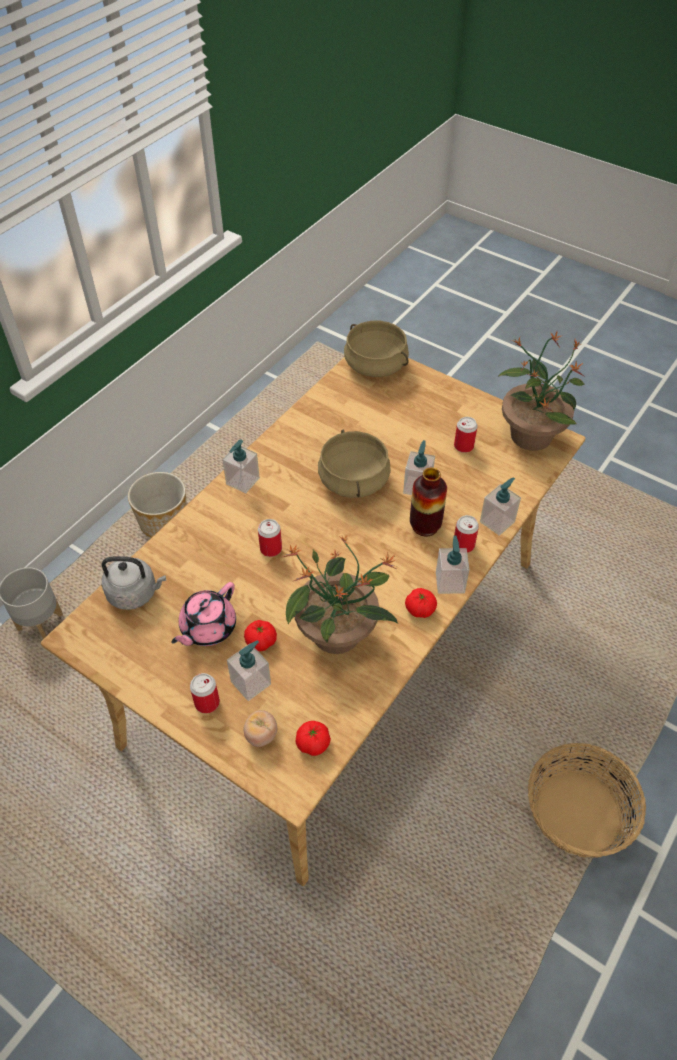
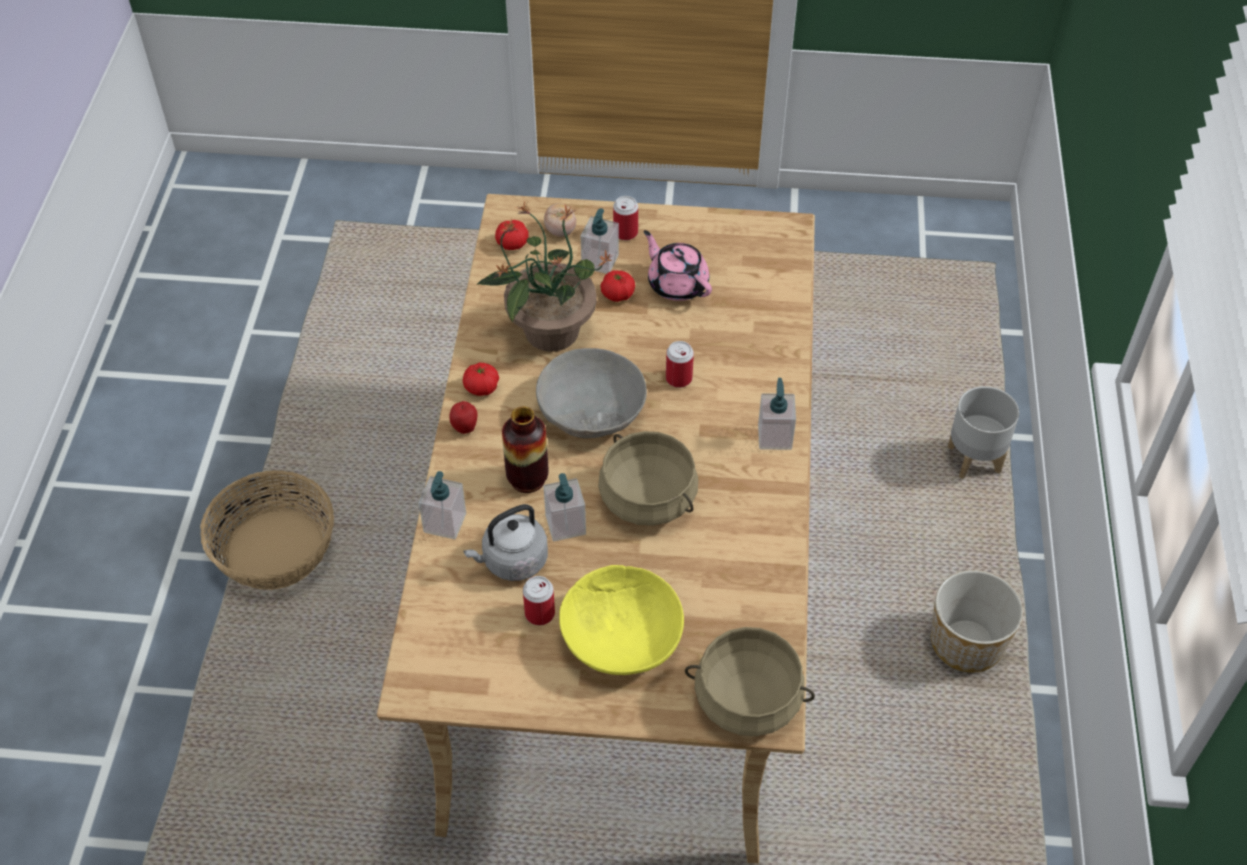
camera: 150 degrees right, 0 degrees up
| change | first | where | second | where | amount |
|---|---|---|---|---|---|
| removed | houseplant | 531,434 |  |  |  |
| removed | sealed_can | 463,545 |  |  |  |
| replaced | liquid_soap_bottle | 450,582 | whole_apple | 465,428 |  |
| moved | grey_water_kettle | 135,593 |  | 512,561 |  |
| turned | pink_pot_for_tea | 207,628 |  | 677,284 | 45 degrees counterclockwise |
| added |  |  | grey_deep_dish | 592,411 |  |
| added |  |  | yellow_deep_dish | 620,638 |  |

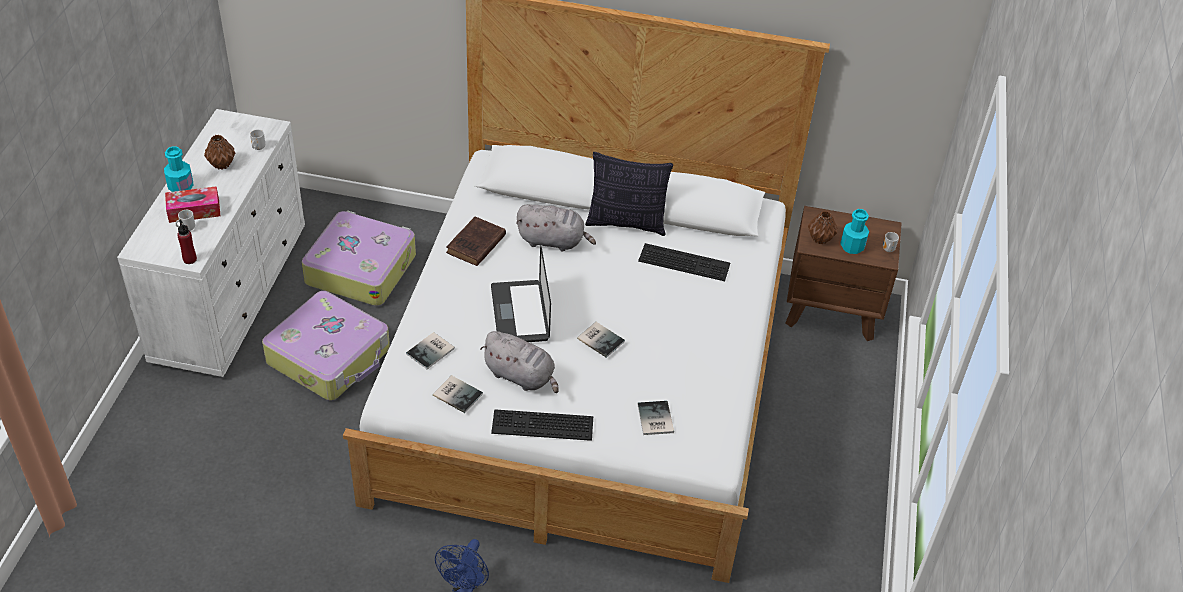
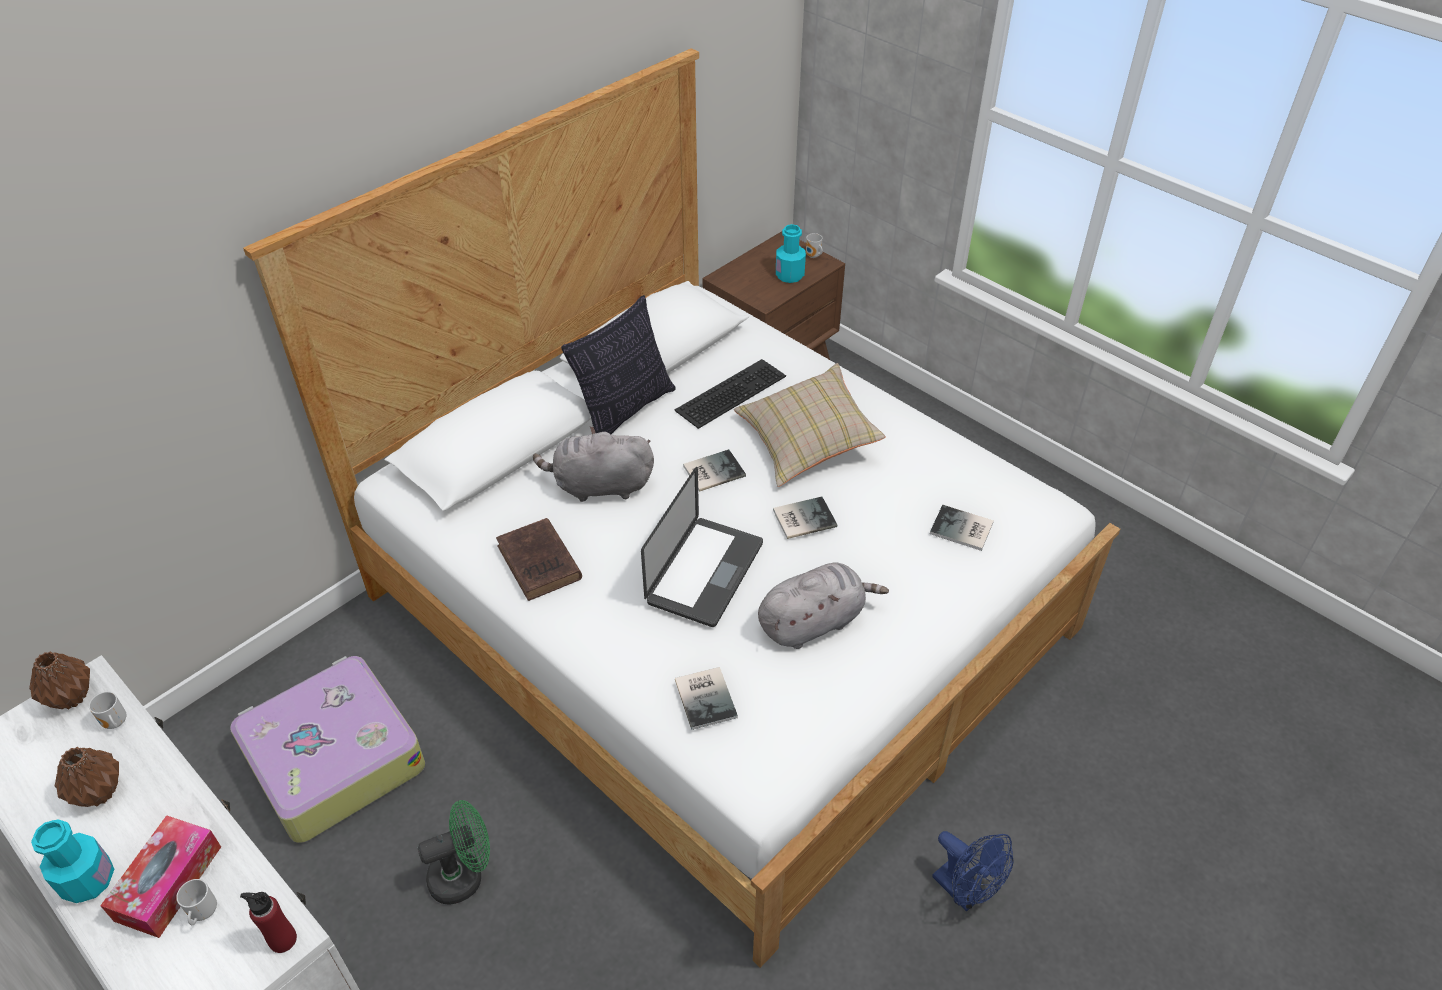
camera: 55 degrees left, 0 degrees up
| change | first | where | second | where | amount |
|---|---|---|---|---|---|
| turned | grey_soft_toy | 553,241 |  | 599,486 | 135 degrees counterclockwise |
| moved | brownish_flower_vase | 819,239 |  | 70,698 |  |
| turned | notebook_computer | 520,313 |  | 705,573 | 90 degrees counterclockwise |
| replaced | piece_of_luggage | 330,356 | greenish_cooling_fan | 464,875 |  |
| moved | book | 457,393 |  | 712,471 |  |
| removed | keyboard | 541,426 |  |  |  |
| added |  |  | sand-coloured_throw_pillow | 807,441 |  |

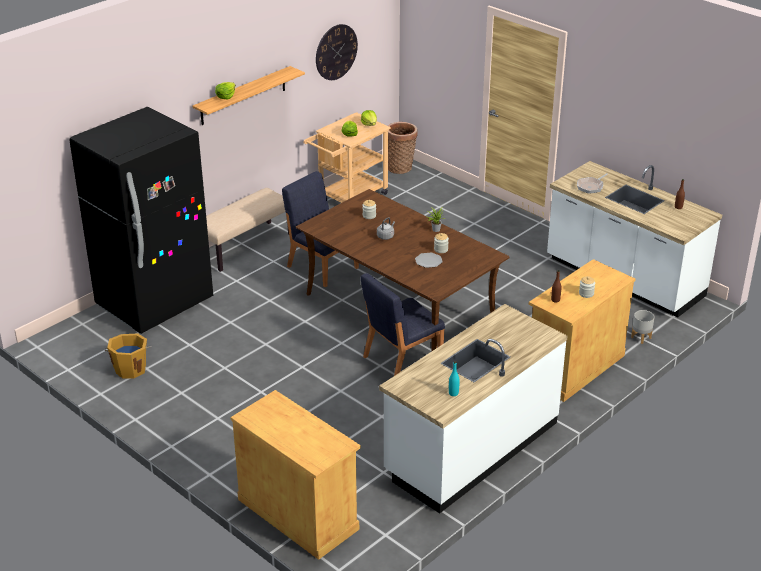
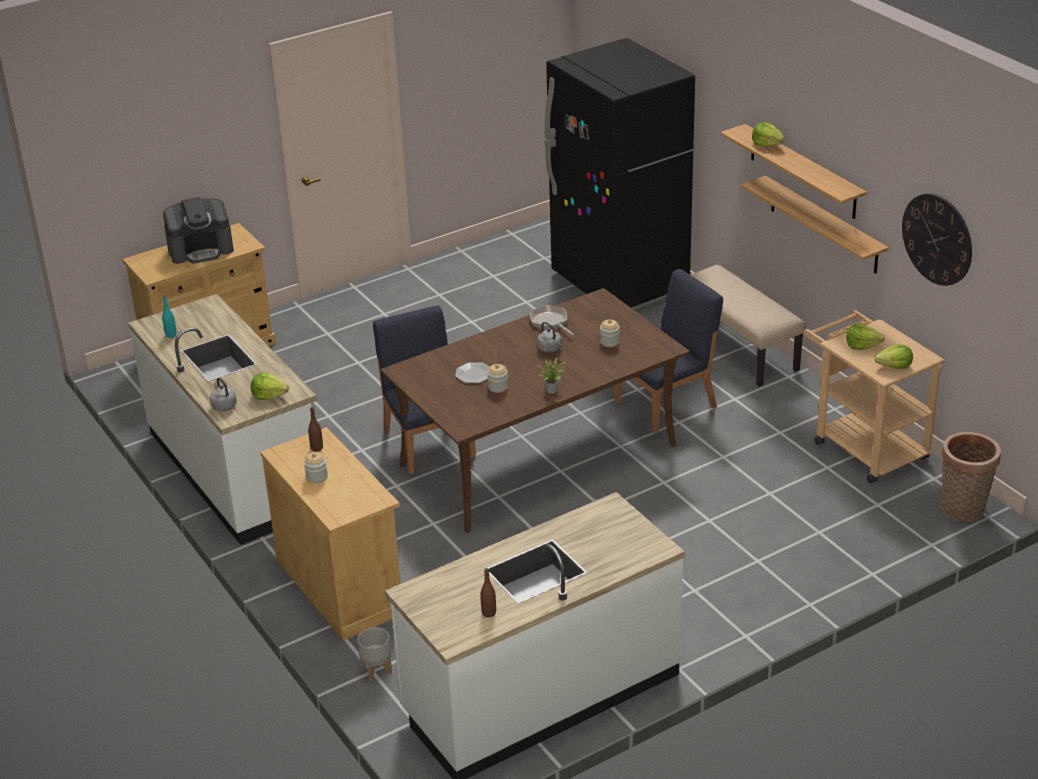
camera: 105 degrees right, 0 degrees up
| change | first | where | second | where | amount |
|---|---|---|---|---|---|
| moved | pan | 591,186 |  | 550,322 |  |
| removed | orangey_pail | 130,369 |  |  |  |
| added |  |  | shelf | 823,225 |  |
| added |  |  | coffee_machine | 201,250 |  |
| added |  |  | lettuce | 269,395 |  |
| added |  |  | grey_water_kettle | 223,405 |  |

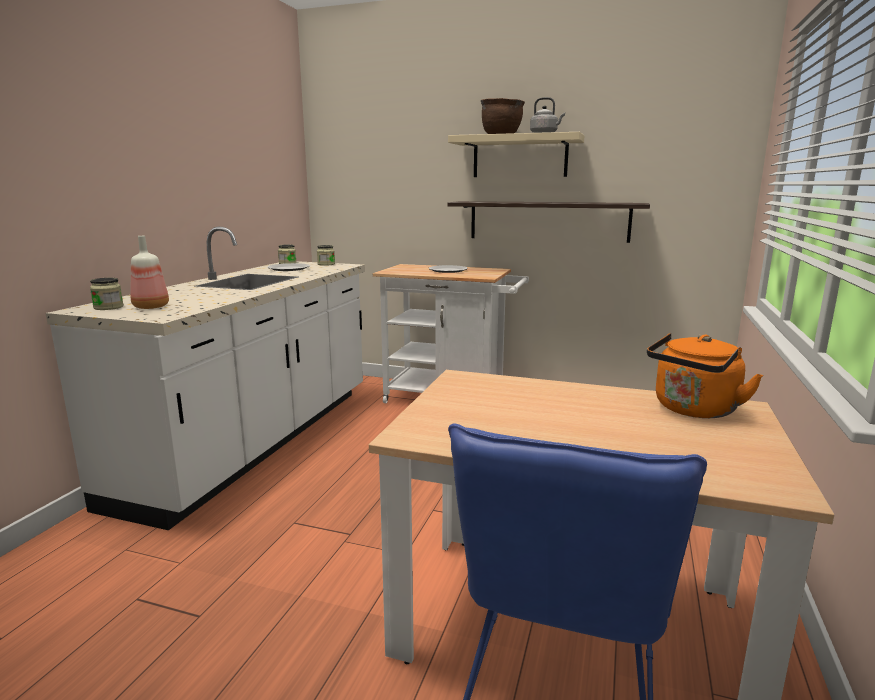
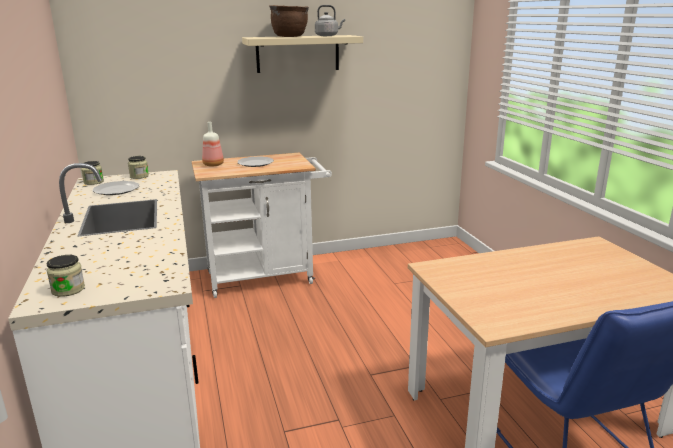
camera: 35 degrees left, 5 degrees up
| change | first | where | second | where | amount |
|---|---|---|---|---|---|
| removed | shelf | 548,221 |  |  |  |
| moved | drink_bottle | 151,307 |  | 214,165 |  |
| removed | orangey_water_kettle | 693,410 |  |  |  |

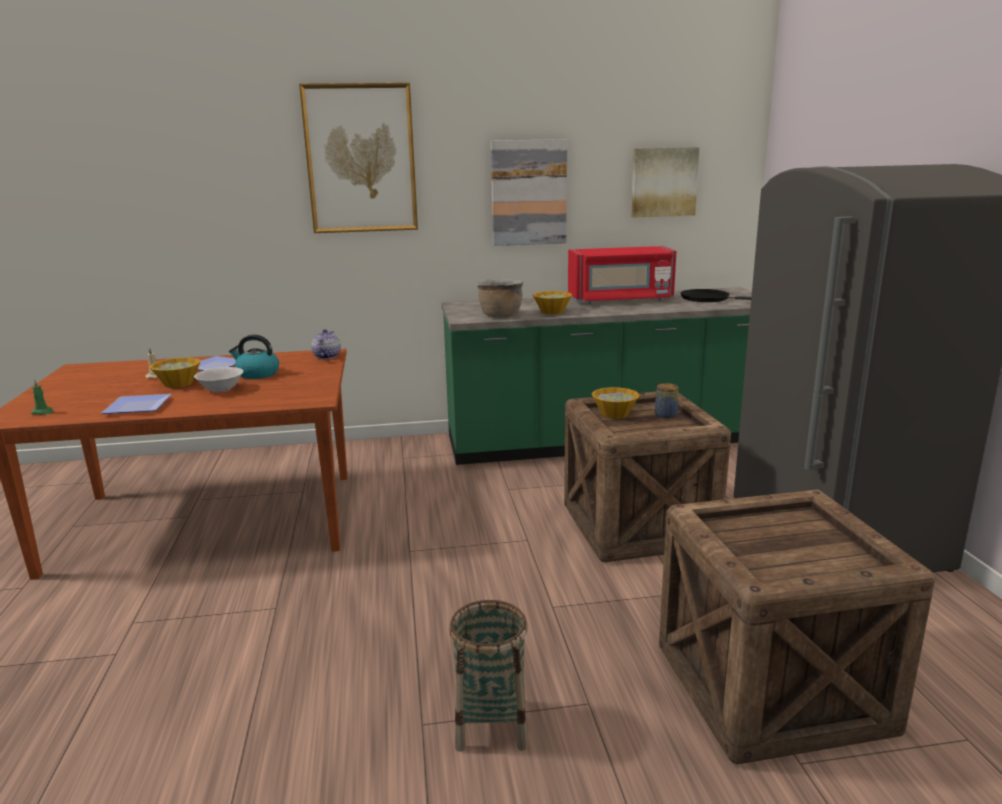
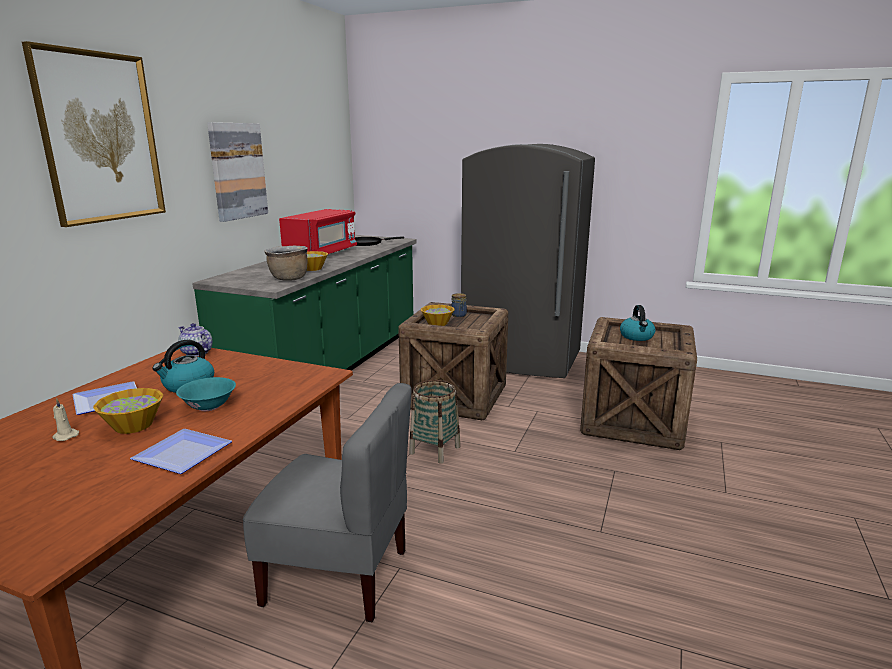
camera: 60 degrees left, 0 degrees up
| change | first | where | second | where | amount |
|---|---|---|---|---|---|
| removed | picture | 663,182 |  |  |  |
| recoloured | whitish_deep_dish | 221,390 | turquoise_deep_dish | 209,406 |  |
| removed | greenish_candle | 43,412 |  |  |  |
| moved | household_basket | 491,725 |  | 435,450 |  |
| added |  |  | water_kettle | 637,337 |  |
| added |  |  | grey_upright_chair | 338,575 |  |

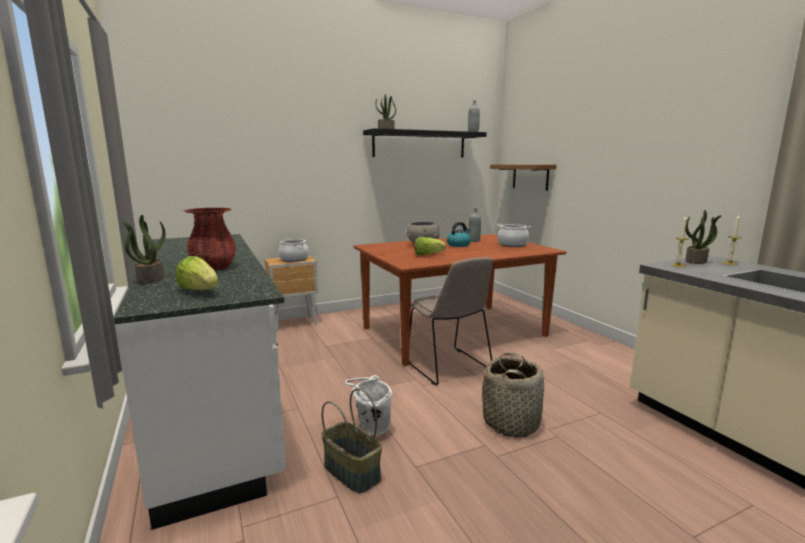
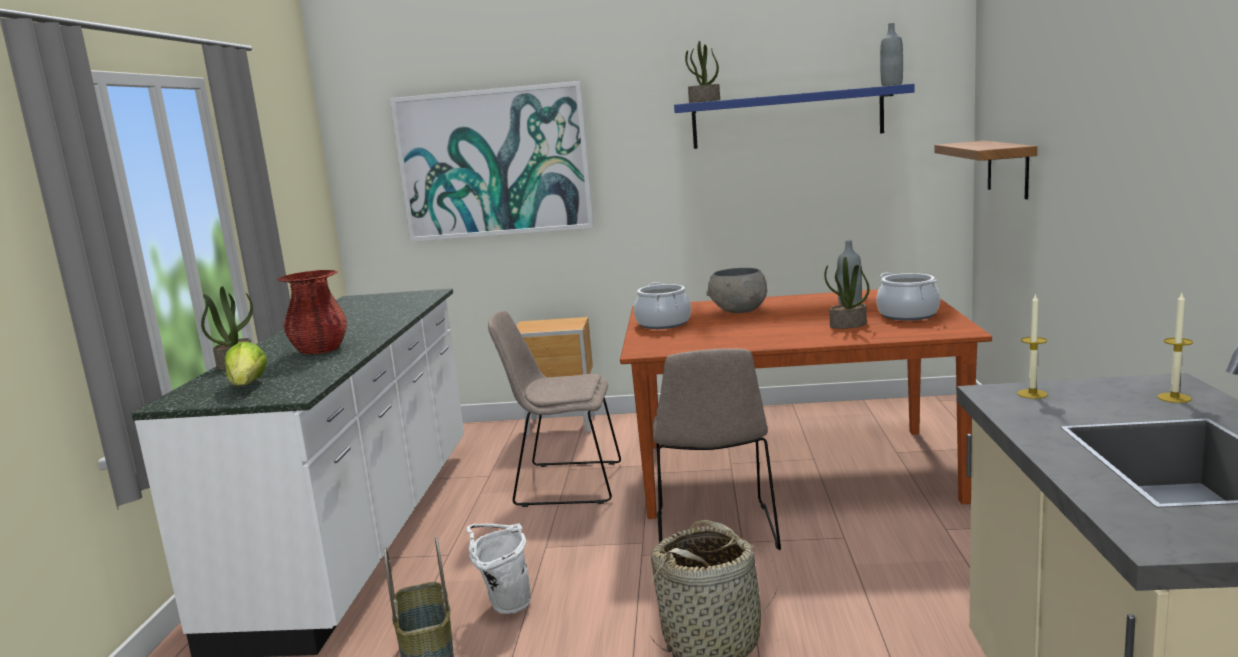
camera: 30 degrees right, 0 degrees up
| change | first | where | second | where | amount |
|---|---|---|---|---|---|
| recoloured | black-coloured_shelf | 419,144 | bluish_shelf | 787,118 |  |
| moved | houseplant | 696,261 |  | 848,325 |  |
| removed | water_kettle | 458,245 |  |  |  |
| removed | lettuce | 427,255 |  |  |  |
| moved | saucepot | 294,259 |  | 663,323 |  |
| added |  |  | picture | 494,163 |  |
| added |  |  | sand-coloured_upright_chair | 564,484 |  |

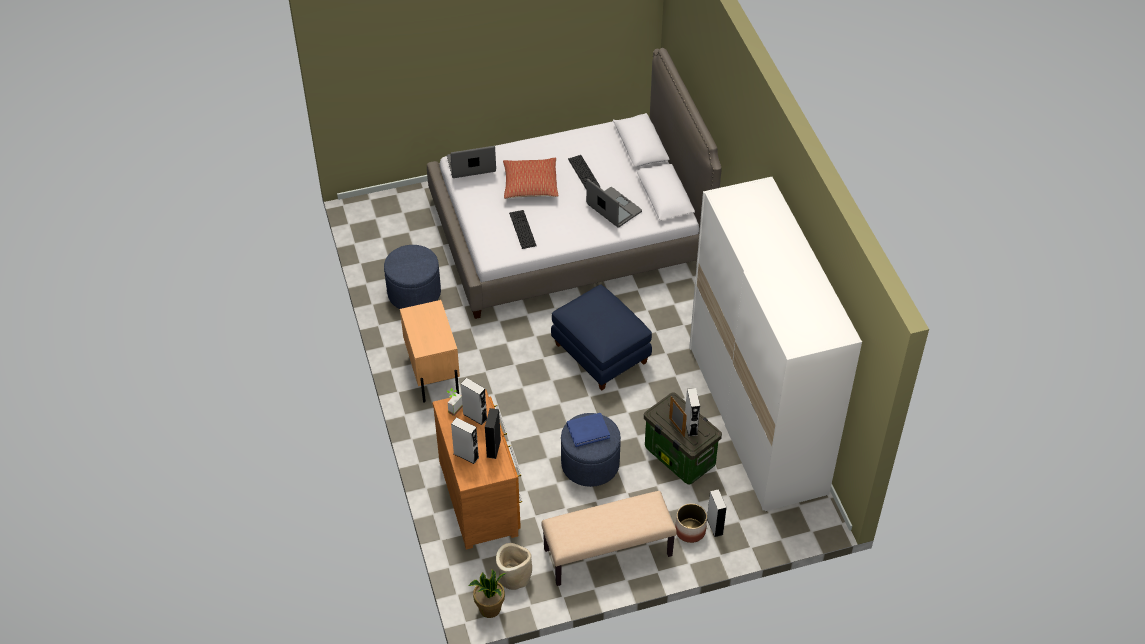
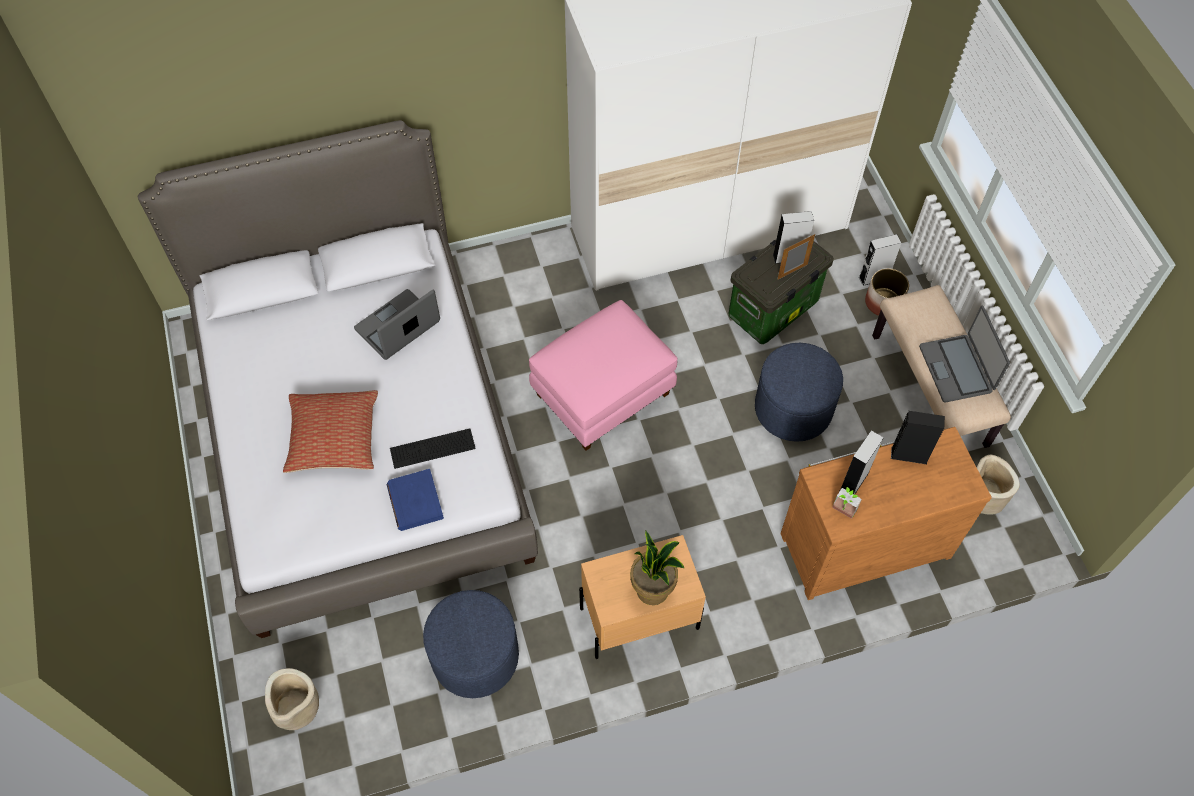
camera: 90 degrees left, 10 degrees up
| change | first | where | second | where | amount |
|---|---|---|---|---|---|
| moved | notebook_computer | 471,165 |  | 956,369 |  |
| removed | keyboard | 584,173 |  |  |  |
| recoloured | bluish_footrest | 600,353 | pink_footrest | 603,395 |  |
| moved | bluish_book | 588,431 |  | 415,501 |  |
| removed | grey_speaker | 466,455 |  |  |  |
| moved | houseplant | 490,609 |  | 653,589 |  |
| added |  |  | sand-coloured_planter | 297,708 |  |

